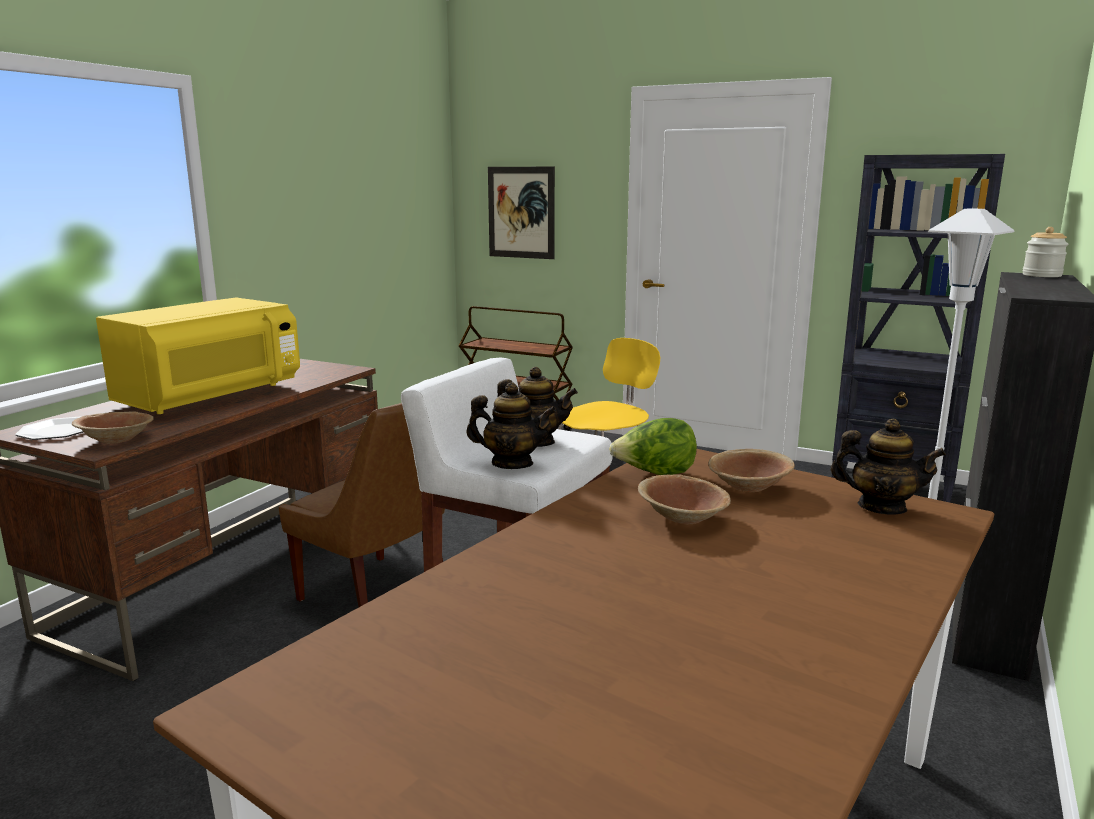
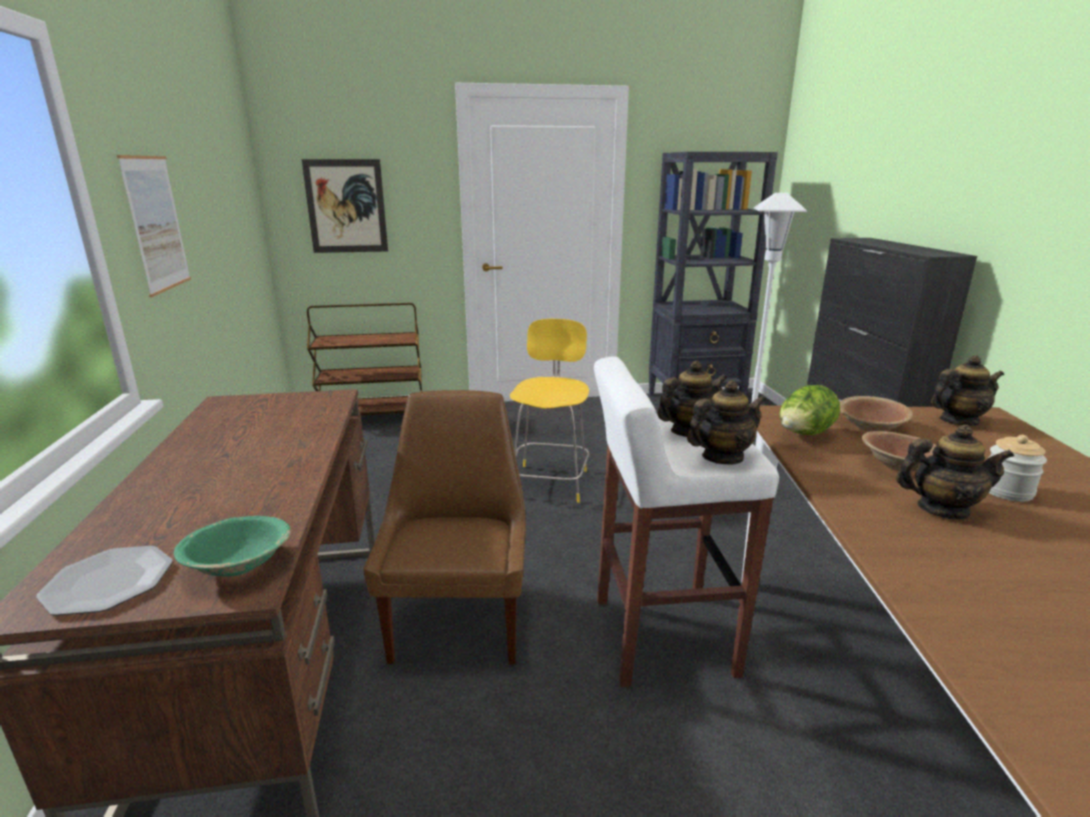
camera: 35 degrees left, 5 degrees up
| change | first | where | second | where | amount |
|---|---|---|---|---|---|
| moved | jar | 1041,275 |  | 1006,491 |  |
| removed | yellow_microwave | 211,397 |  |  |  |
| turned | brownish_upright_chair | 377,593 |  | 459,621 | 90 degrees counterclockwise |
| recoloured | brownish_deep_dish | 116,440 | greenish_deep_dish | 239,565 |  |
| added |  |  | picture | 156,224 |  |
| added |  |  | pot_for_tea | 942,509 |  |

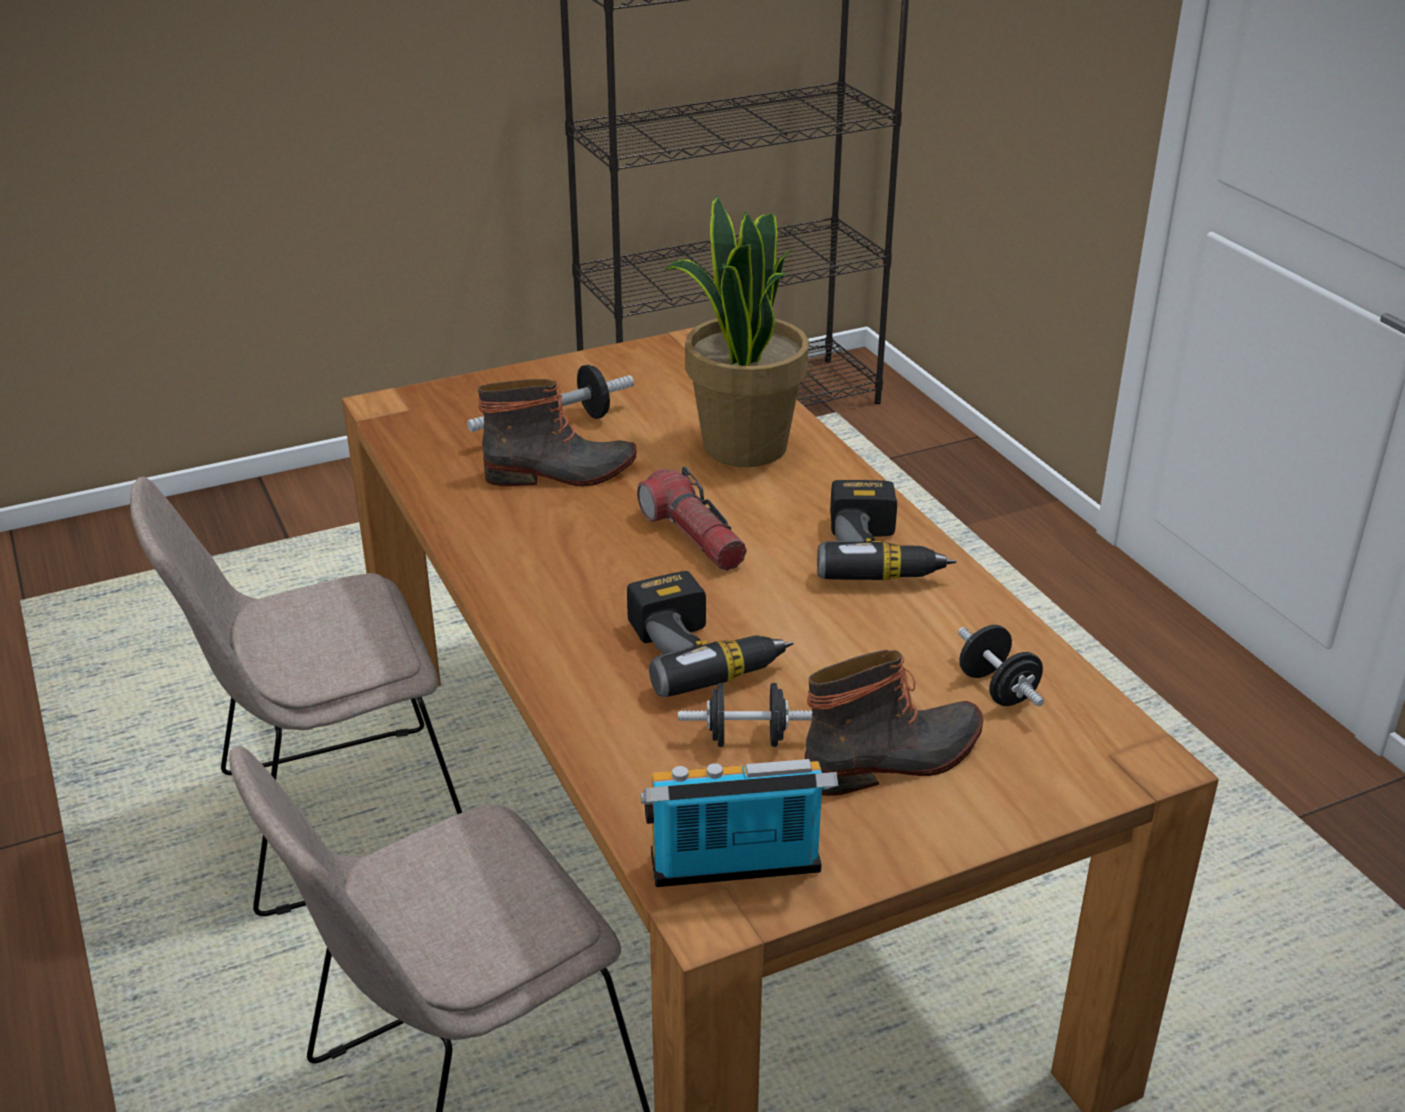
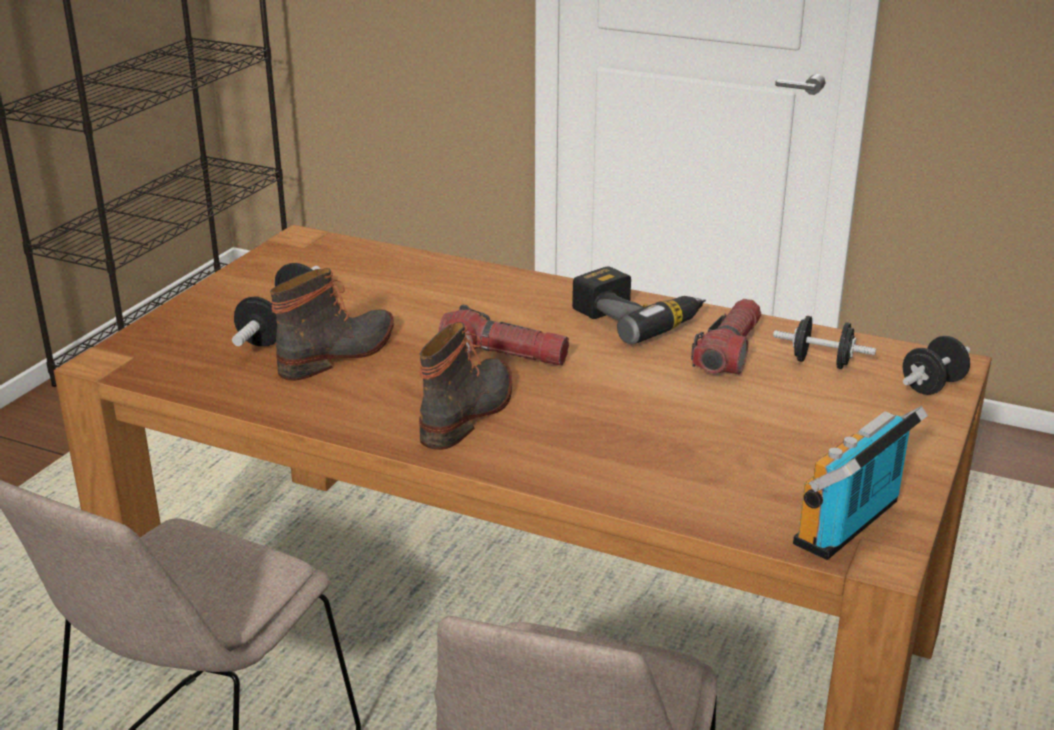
camera: 40 degrees left, 5 degrees down
| change | first | where | second | where | amount |
|---|---|---|---|---|---|
| removed | houseplant | 743,446 |  |  |  |
| removed | power_drill | 703,651 |  |  |  |
| moved | boot | 895,760 |  | 469,412 |  |
| moved | black-coloured_dumbbell | 746,739 |  | 932,386 |  |
| added |  |  | torch | 729,352 |  |

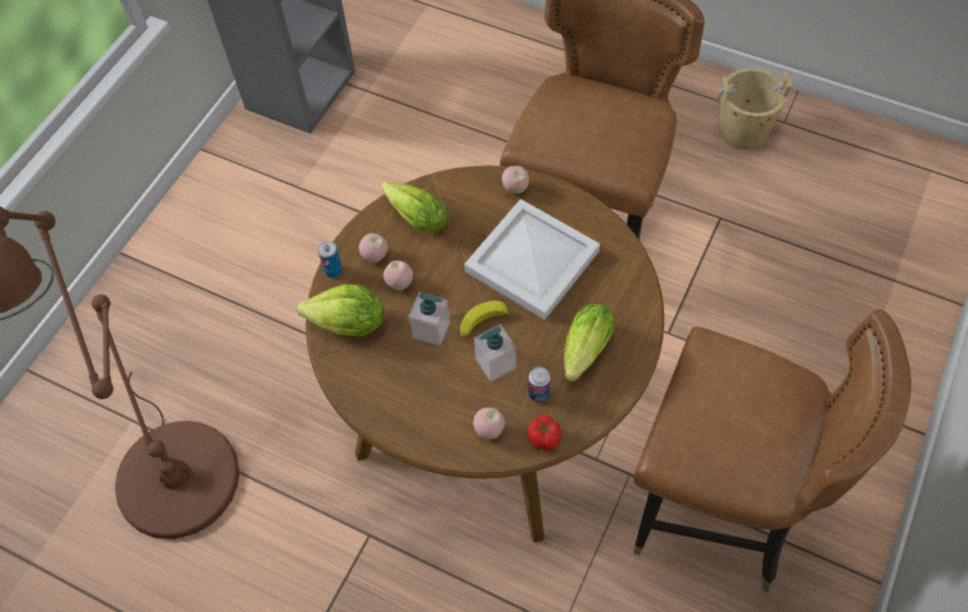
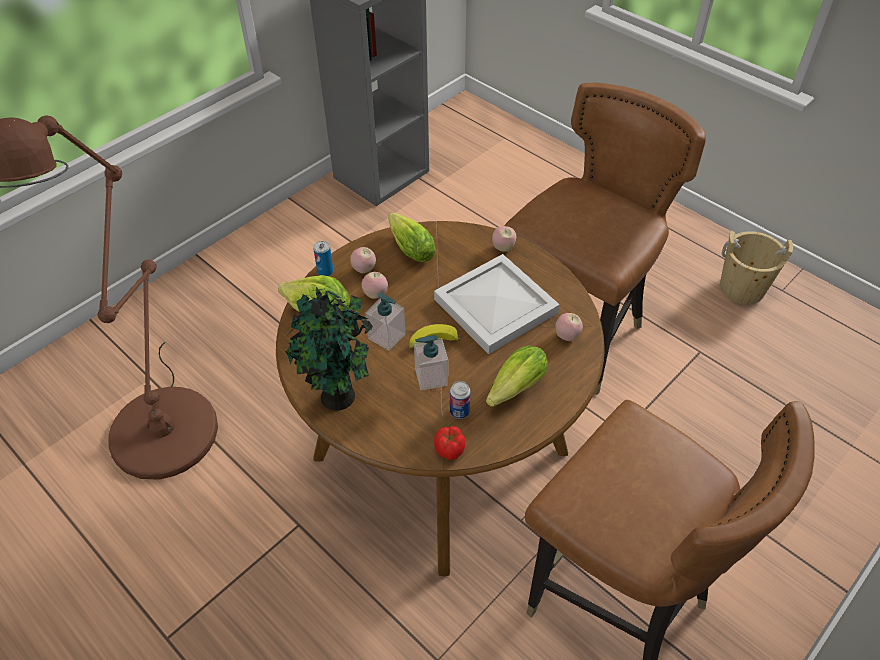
camera: 15 degrees right, 10 degrees down
| change | first | where | second | where | amount |
|---|---|---|---|---|---|
| moved | whole_apple | 489,430 |  | 567,336 |  |
| added |  |  | houseplant | 339,398 |  |

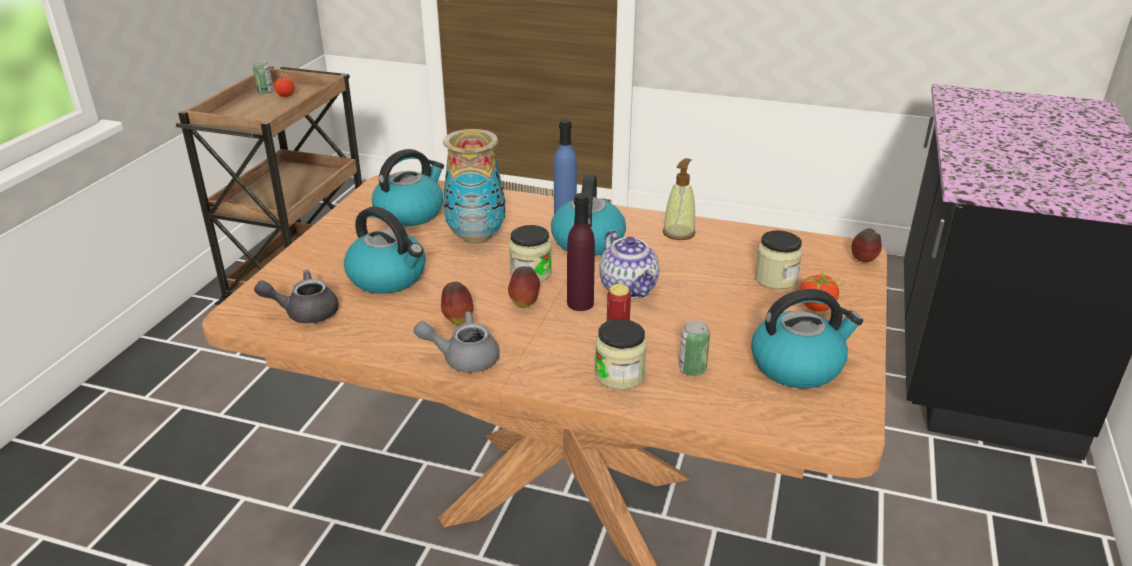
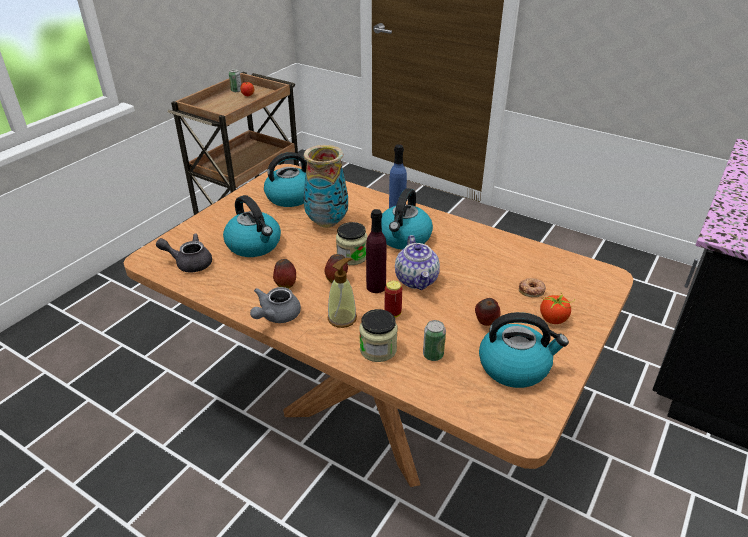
camera: 15 degrees right, 5 degrees up
| change | first | where | second | where | amount |
|---|---|---|---|---|---|
| moved | liquid_soap_bottle | 679,233 |  | 342,318 |  |
| moved | whole_apple | 863,261 |  | 485,323 |  |
| replaced | jar | 775,279 | ring_doughnut | 532,290 |  |
| turned | grey_pot_for_tea | 463,358 |  | 276,316 | 75 degrees counterclockwise |

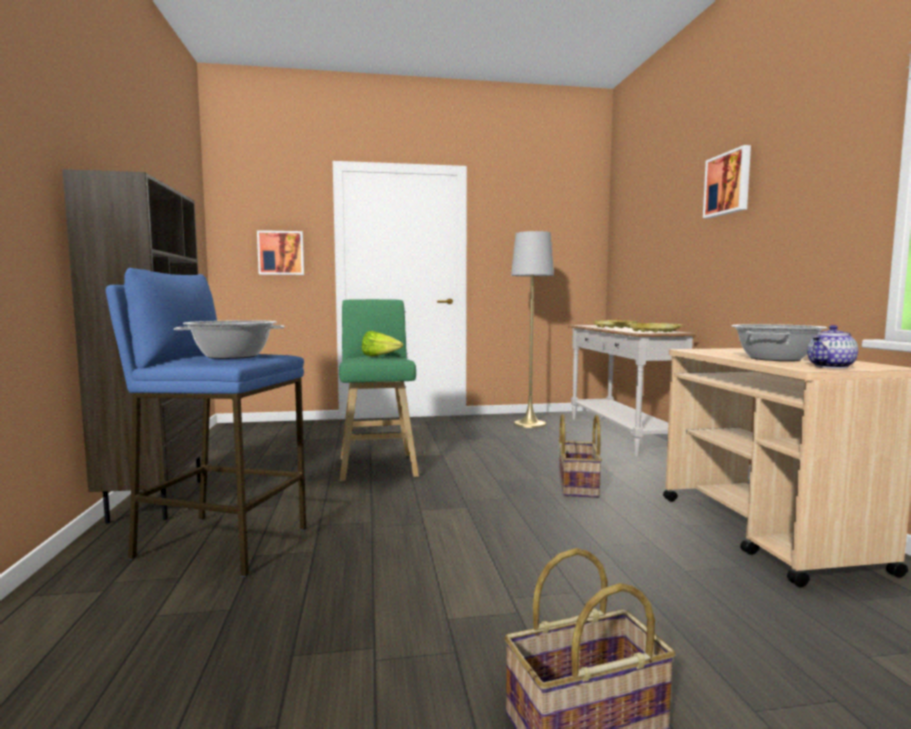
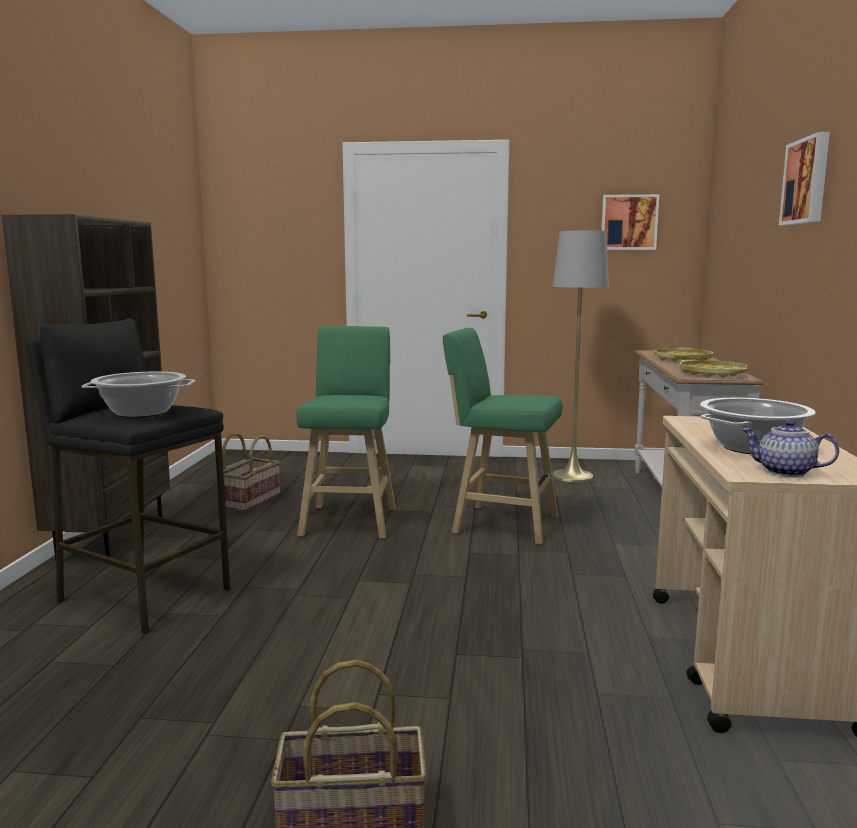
camera: 15 degrees right, 5 degrees up
| change | first | where | second | where | amount |
|---|---|---|---|---|---|
| moved | picture | 281,253 |  | 628,222 |  |
| recoloured | bluish_sitting_stool | 221,543 | black-coloured_sitting_stool | 144,595 |  |
| turned | pot_for_tea | 831,367 |  | 785,472 | 45 degrees clockwise |
| removed | lettuce | 380,356 |  |  |  |
| moved | household_basket | 577,486 |  | 249,501 |  |
| added |  |  | greenish_sitting_stool | 500,524 |  |

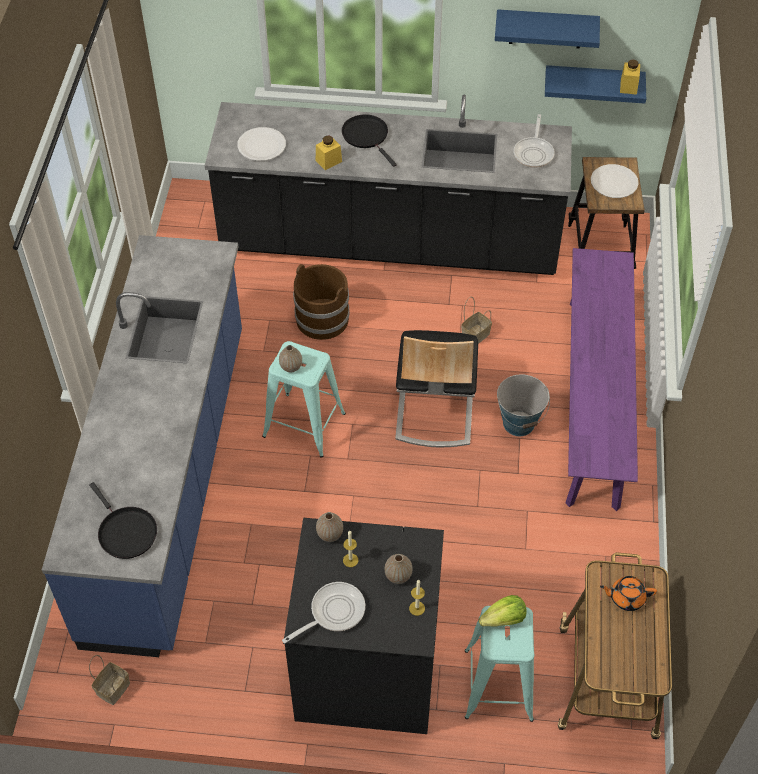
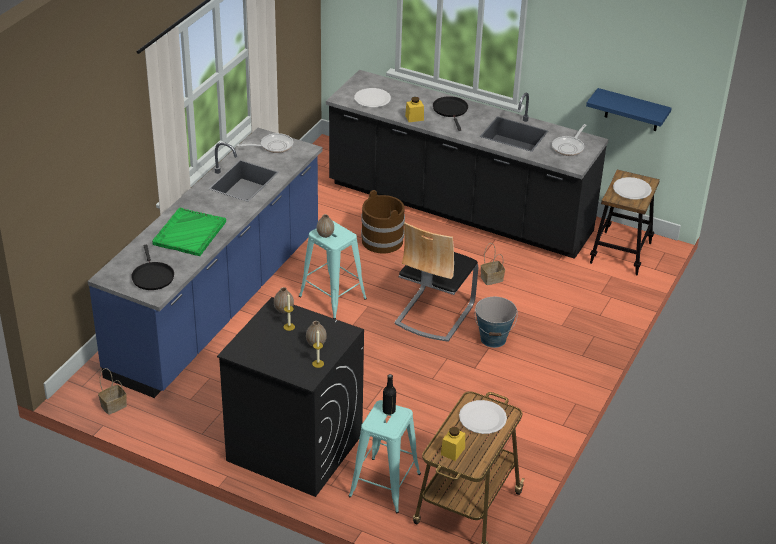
camera: 20 degrees right, 15 degrees down
| change | first | where | second | where | amount |
|---|---|---|---|---|---|
| removed | bluish_shelf | 546,29 |  |  |  |
| moved | yellow_jar | 628,86 |  | 452,451 |  |
| removed | purple-coloured_long_seat | 593,400 |  |  |  |
| replaced | orangey_pot_for_tea | 626,597 | whitish_dinner_plate | 482,418 |  |
| moved | pan | 333,612 |  | 273,146 |  |
| replaced | lettuce | 504,619 | black-coloured_drink_bottle | 389,410 |  |
| added |  |  | greenish_tray | 189,233 |  |

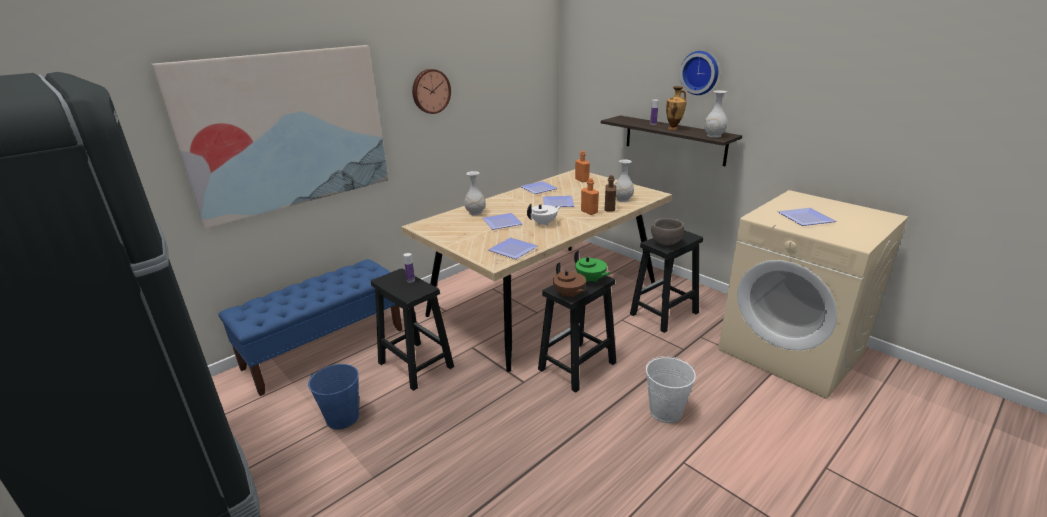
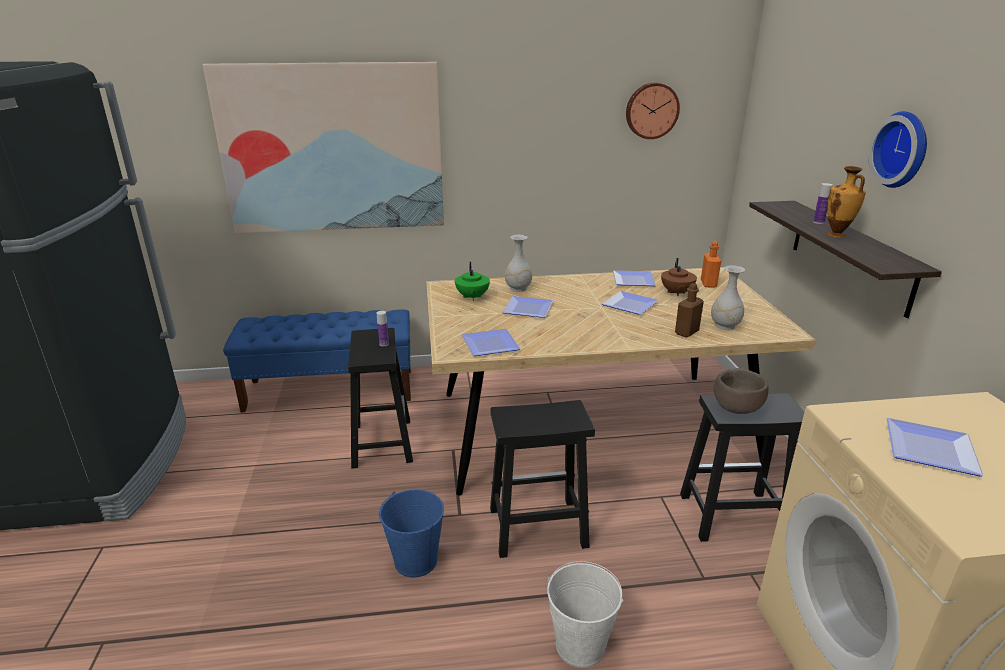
camera: 35 degrees right, 0 degrees up
| change | first | where | second | where | amount |
|---|---|---|---|---|---|
| moved | wall_clock | 430,91 |  | 651,110 |  |
| removed | whitish_flower_vase | 714,135 |  |  |  |
| removed | orangey_drink_bottle | 589,212 |  |  |  |
| removed | whitish_pot_for_tea | 544,223 |  |  |  |
| moved | greenish_pot_for_tea | 590,280 |  | 472,297 |  |
| moved | brownish_pot_for_tea | 569,295 |  | 676,293 |  |
| moved | bluish_pail | 342,417 |  | 416,560 |  |

